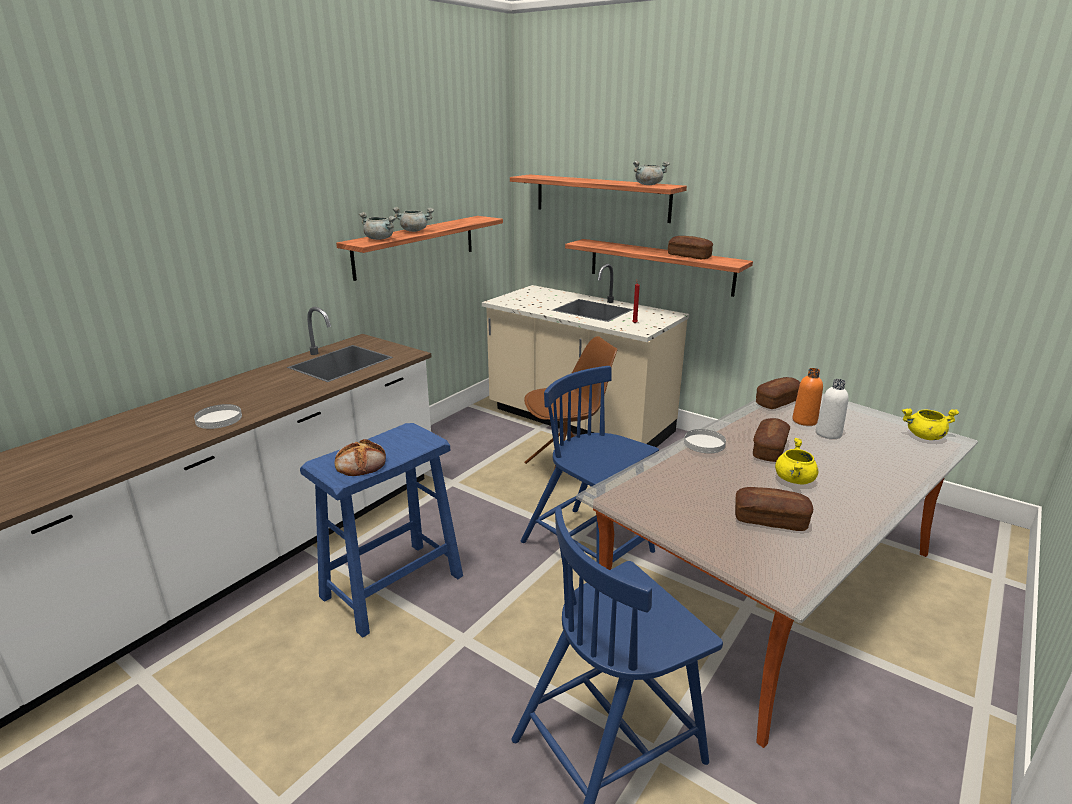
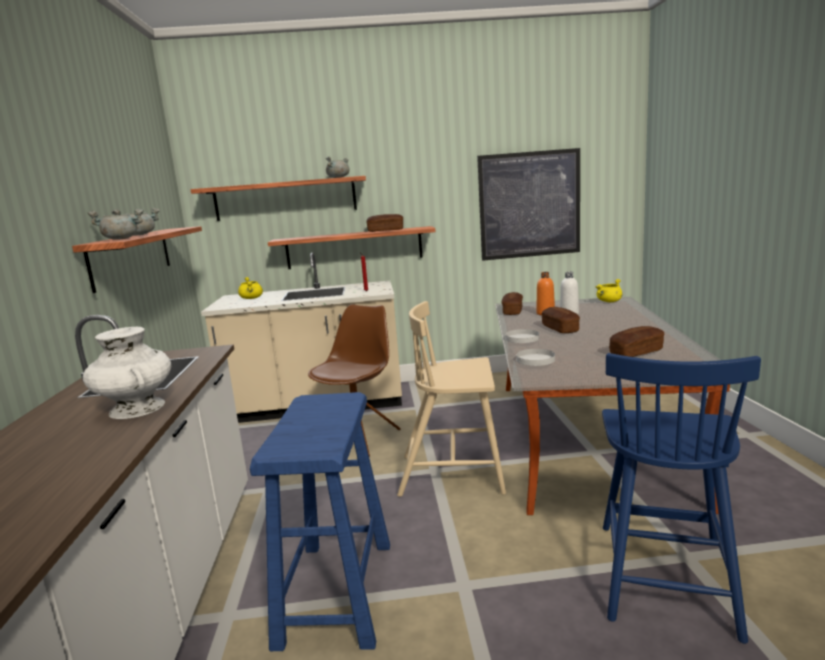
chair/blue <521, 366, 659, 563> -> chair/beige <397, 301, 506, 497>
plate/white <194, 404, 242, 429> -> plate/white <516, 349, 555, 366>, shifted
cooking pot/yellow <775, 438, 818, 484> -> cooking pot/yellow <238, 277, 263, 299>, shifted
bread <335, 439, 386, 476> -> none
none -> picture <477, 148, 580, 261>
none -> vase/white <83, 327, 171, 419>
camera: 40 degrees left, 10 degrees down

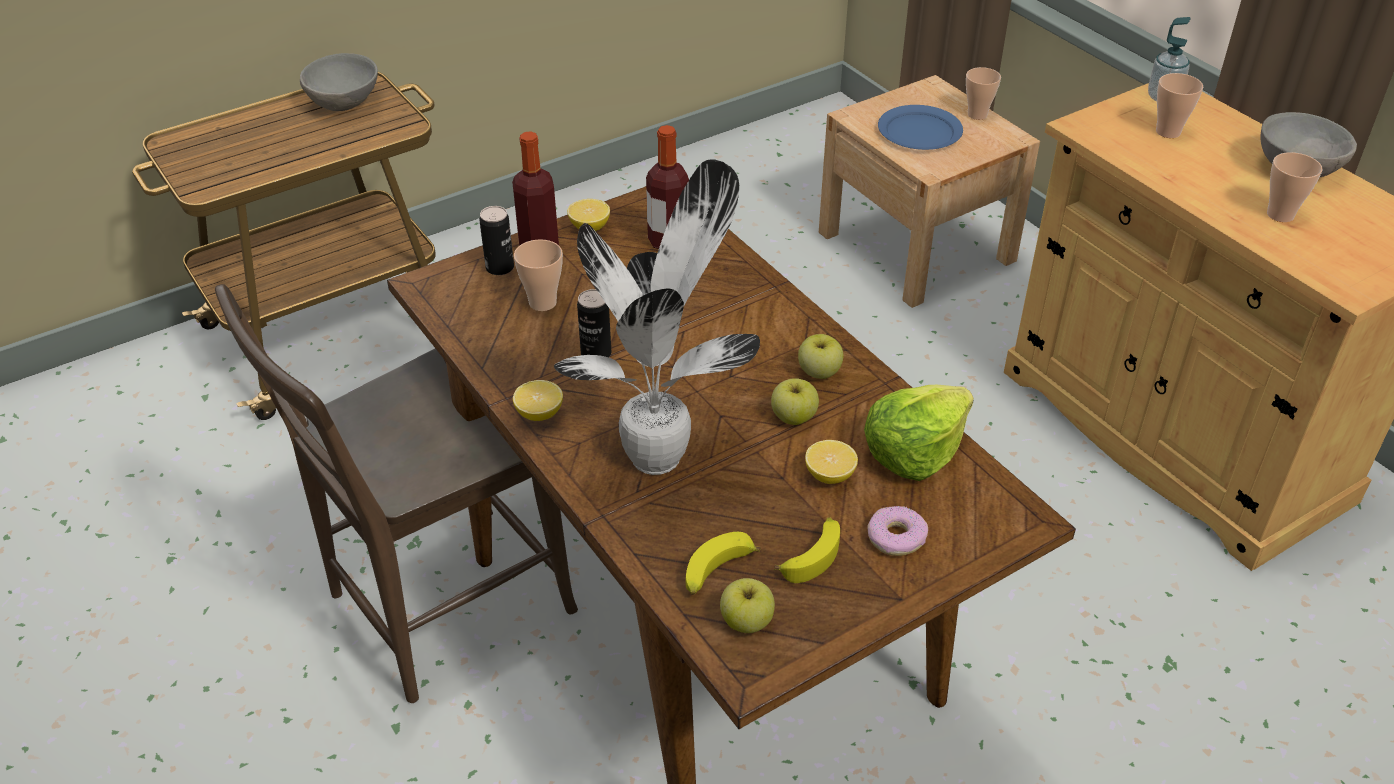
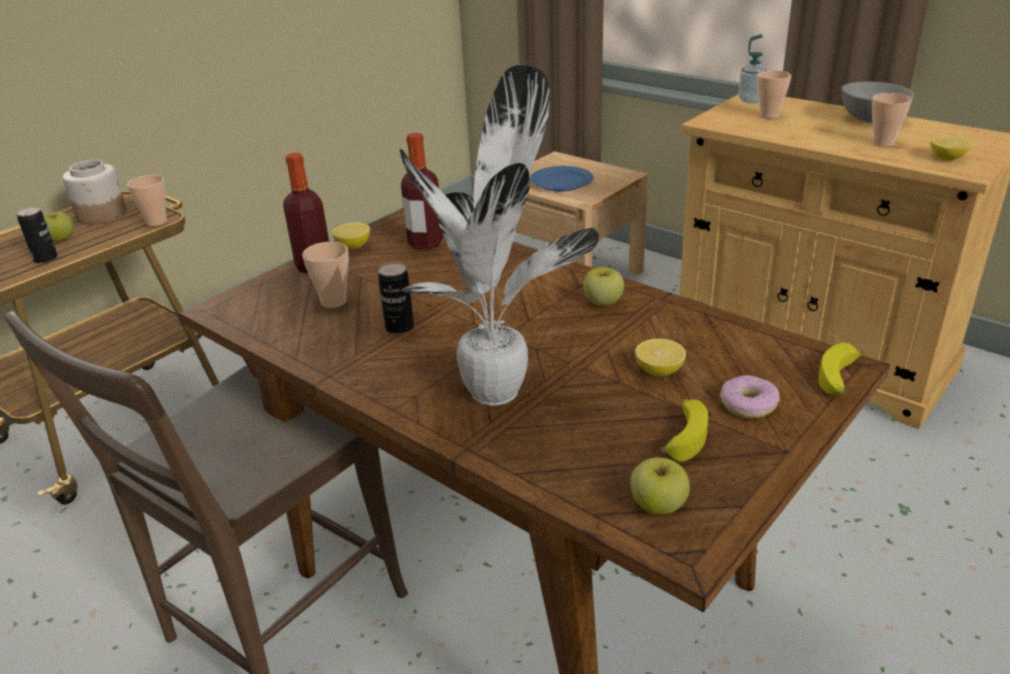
bowl/grey <300, 53, 378, 111> -> jar <63, 160, 127, 224>
cup <966, 67, 1001, 120> -> cup <127, 175, 167, 226>, shifted
can <479, 206, 514, 275> -> can <17, 207, 58, 263>, shifted
apple <771, 378, 819, 425> -> apple <44, 212, 74, 242>, shifted
lemon <513, 380, 563, 421> -> lemon <931, 136, 971, 160>, shifted
lettuce <864, 385, 974, 481> -> none
banana <686, 532, 761, 595> -> banana <818, 343, 864, 396>, shifted
camera: 15 degrees left, 10 degrees down

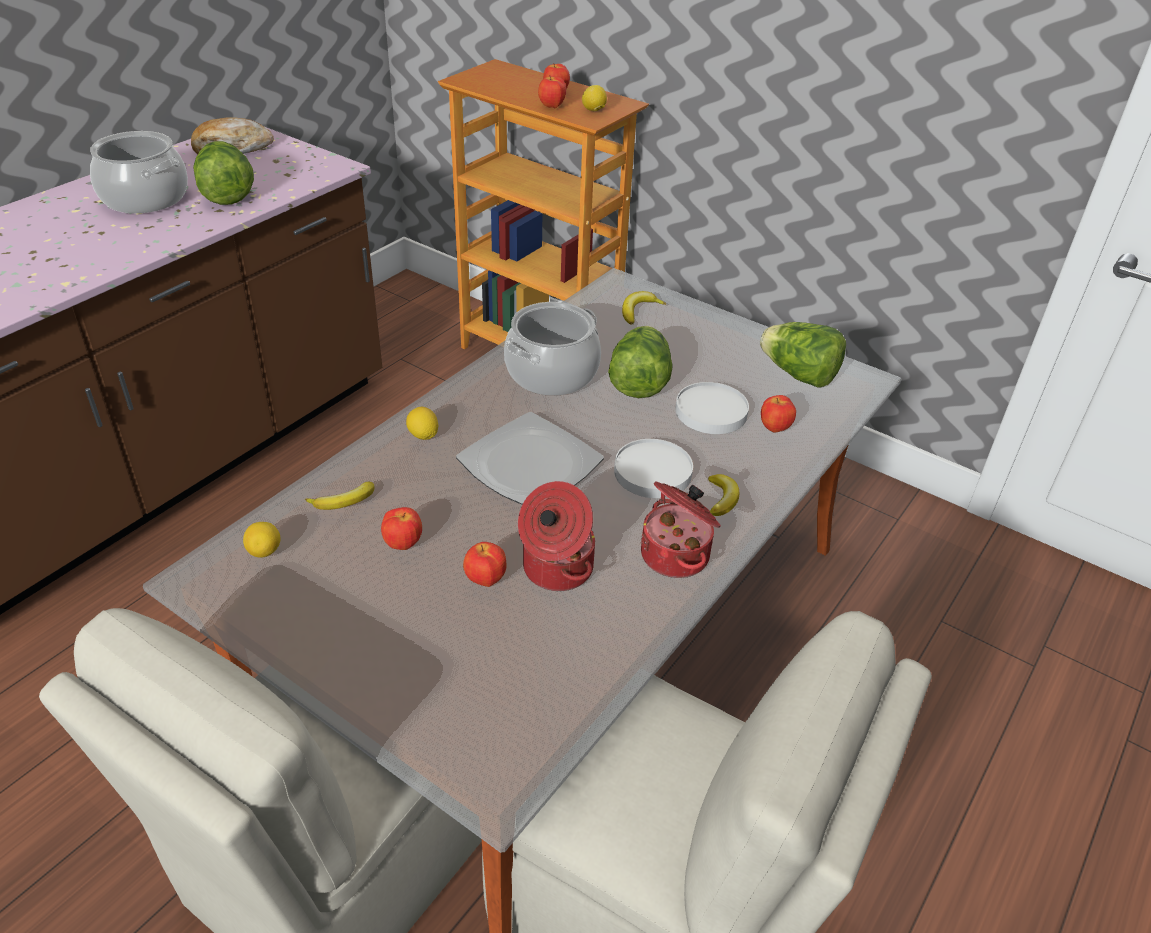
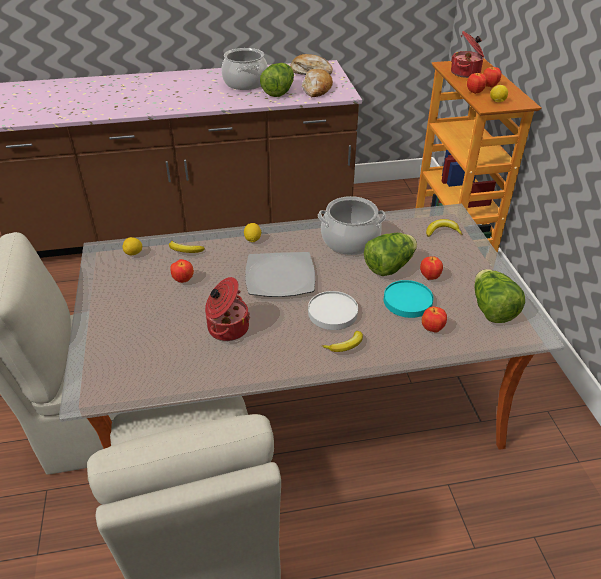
plate/white <675, 382, 749, 434> -> plate/turquoise <384, 280, 434, 318>
cooking pot <641, 481, 721, 578> -> cooking pot <451, 31, 484, 78>, shifted
apple <463, 542, 506, 587> -> apple <420, 256, 443, 280>, shifted
none -> bread <302, 69, 333, 97>
camera: 45 degrees right, 0 degrees up

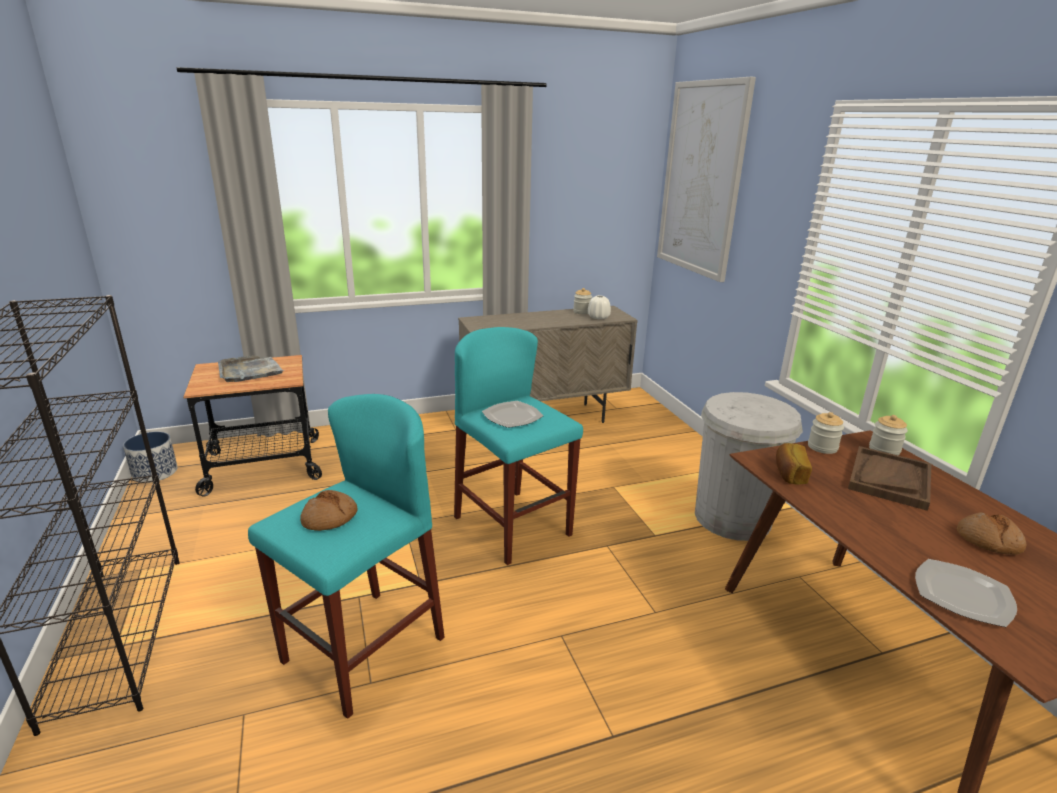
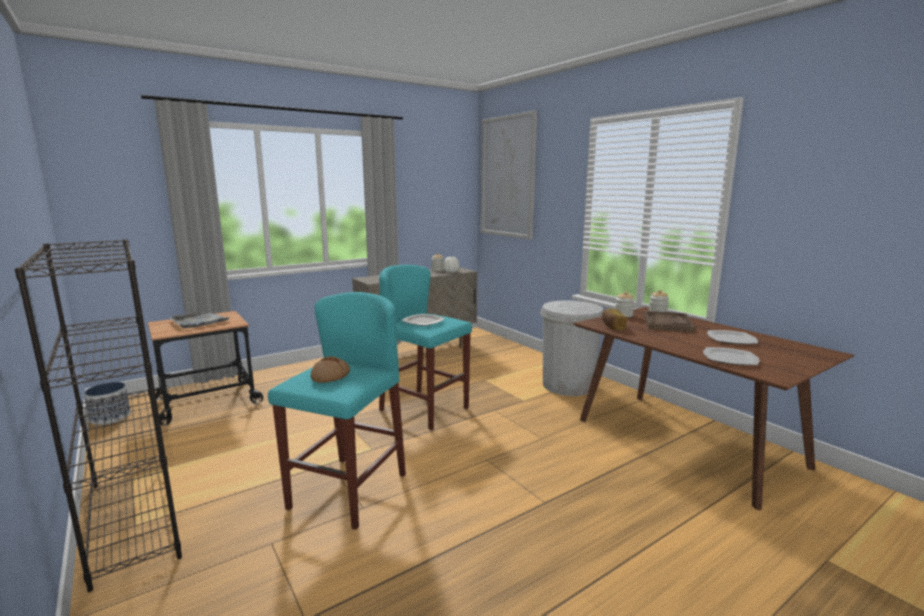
bread <957, 512, 1027, 555> -> plate <707, 330, 758, 344>
camera: 15 degrees left, 10 degrees down

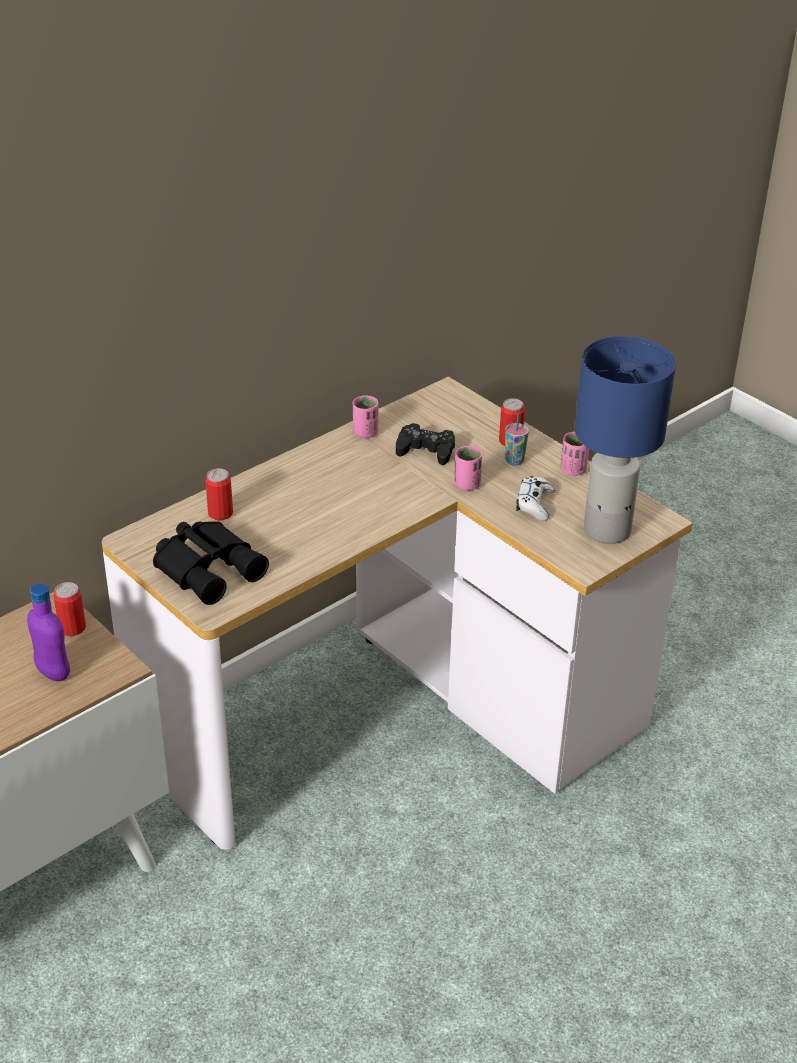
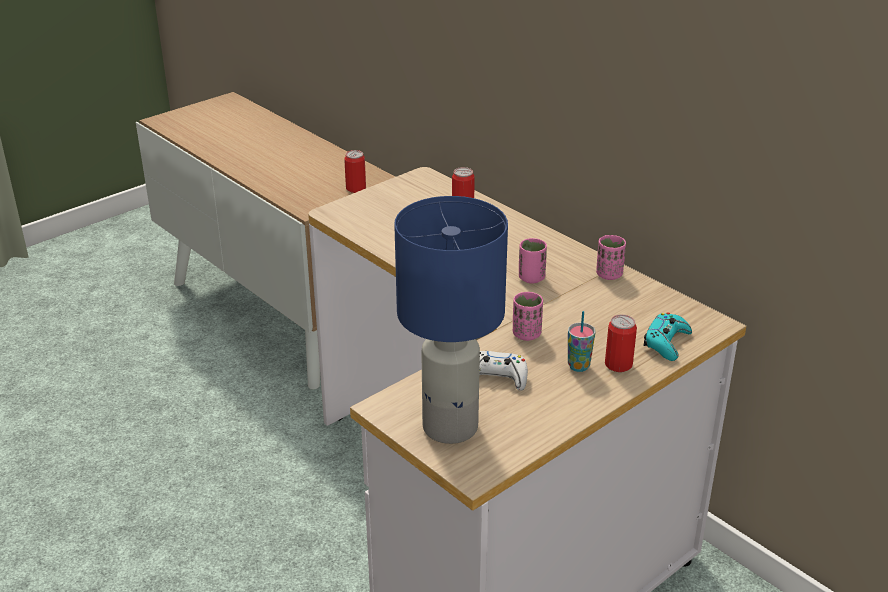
game controller/black <396, 423, 455, 465> -> none
cup/pink <560, 431, 589, 476> -> cup/pink <519, 238, 547, 284>, shifted
binoculars/black <153, 521, 269, 605> -> none
bottle/purple <27, 584, 70, 681> -> none
none -> game controller/turquoise <643, 312, 692, 361>
camera: 90 degrees right, 5 degrees down

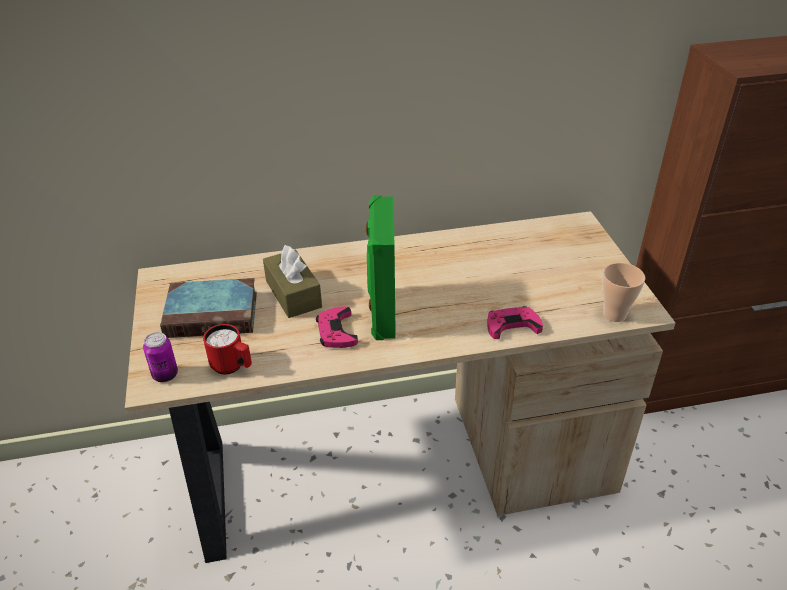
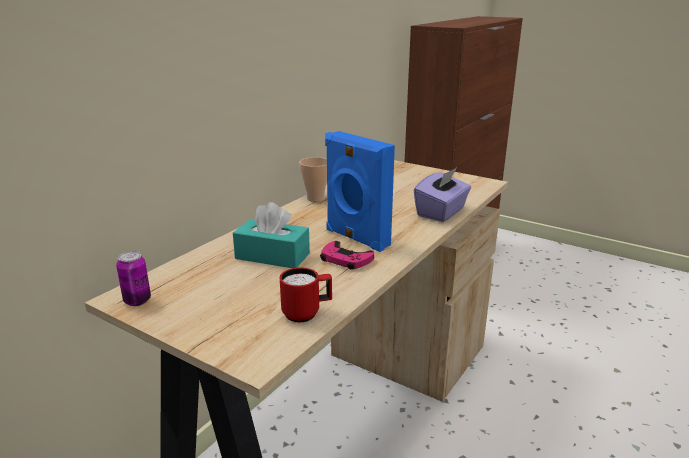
speaker/green <366, 195, 396, 340> -> speaker/blue <325, 131, 395, 252>
tissue box/brown <263, 245, 322, 318> -> tissue box/turquoise <233, 202, 310, 268>
cup <602, 263, 645, 322> -> cup <299, 157, 327, 202>, shifted
book <160, 278, 257, 338> -> none
game controller/pink <487, 306, 543, 339> -> tissue box/purple <414, 168, 471, 222>
can <143, 332, 178, 382> -> can <116, 251, 151, 306>, shifted
camera: 45 degrees left, 15 degrees down

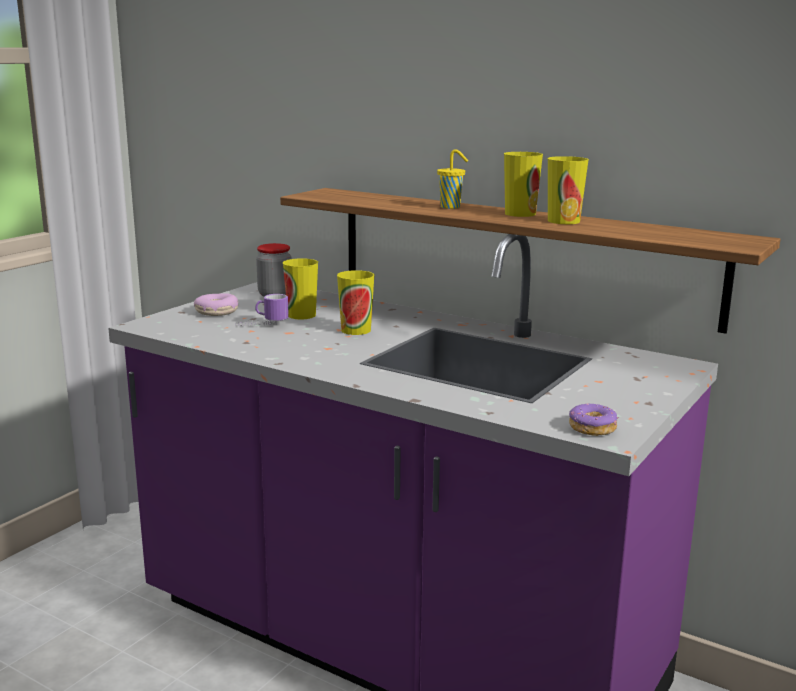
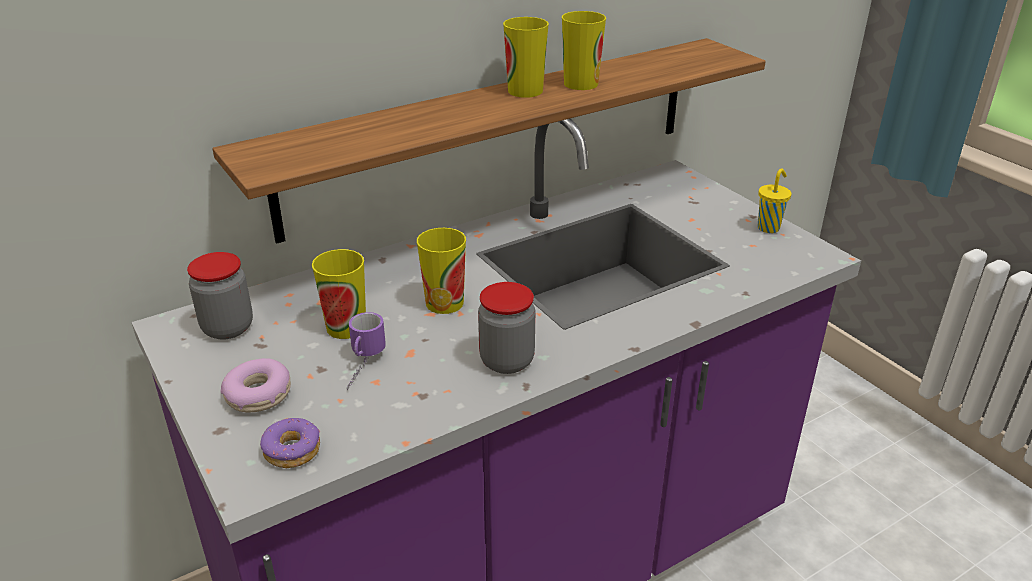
cup/yellow <437, 149, 468, 209> -> cup/yellow <758, 168, 791, 233>, shifted
donut <569, 403, 619, 436> -> donut <260, 418, 320, 468>, shifted
none -> jar <478, 282, 535, 374>
camera: 65 degrees left, 15 degrees up

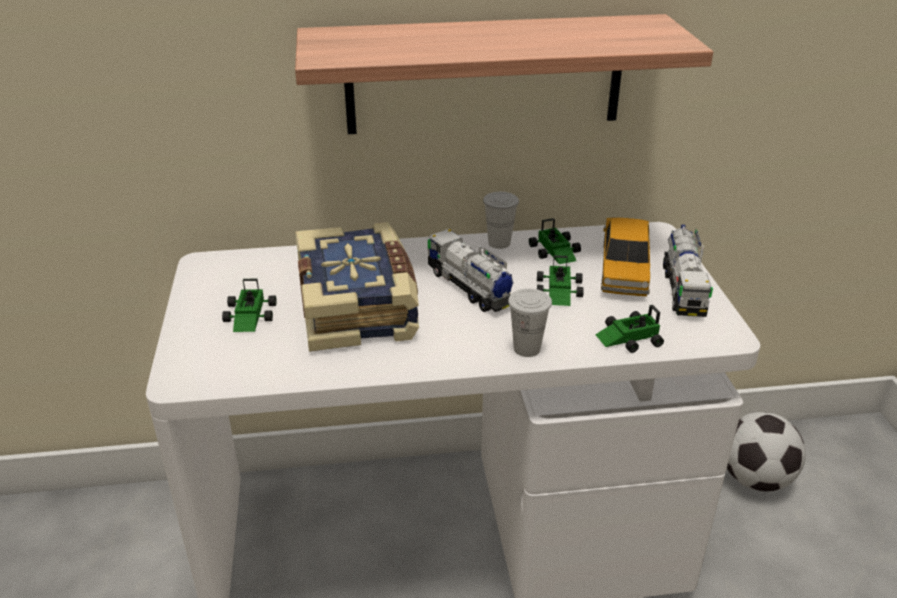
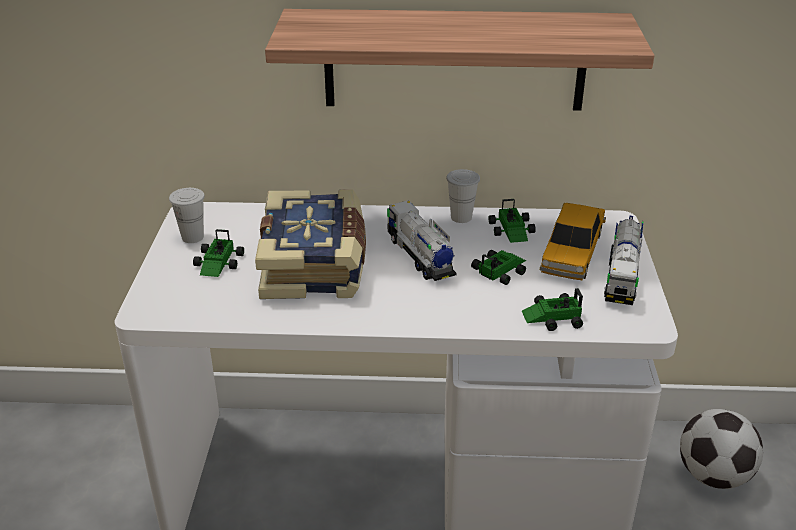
toy car <537, 255, 584, 306> -> toy car <471, 250, 526, 285>, 150 degrees counterclockwise
cup/white <508, 288, 552, 357> -> cup/white <169, 188, 205, 243>, shifted
camera: 10 degrees right, 0 degrees up

